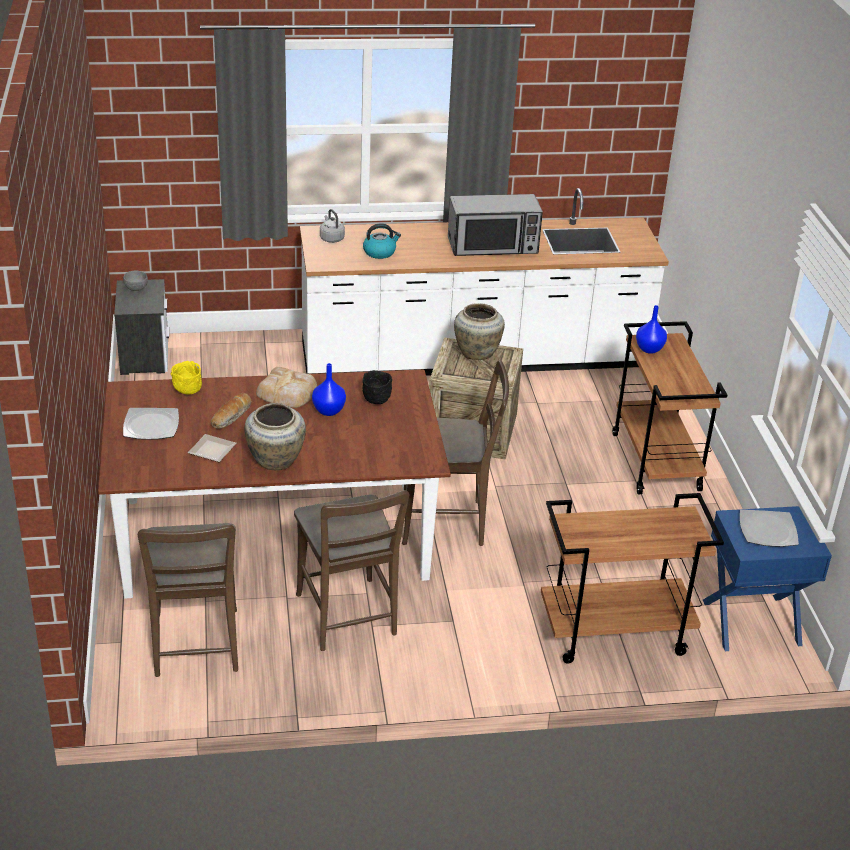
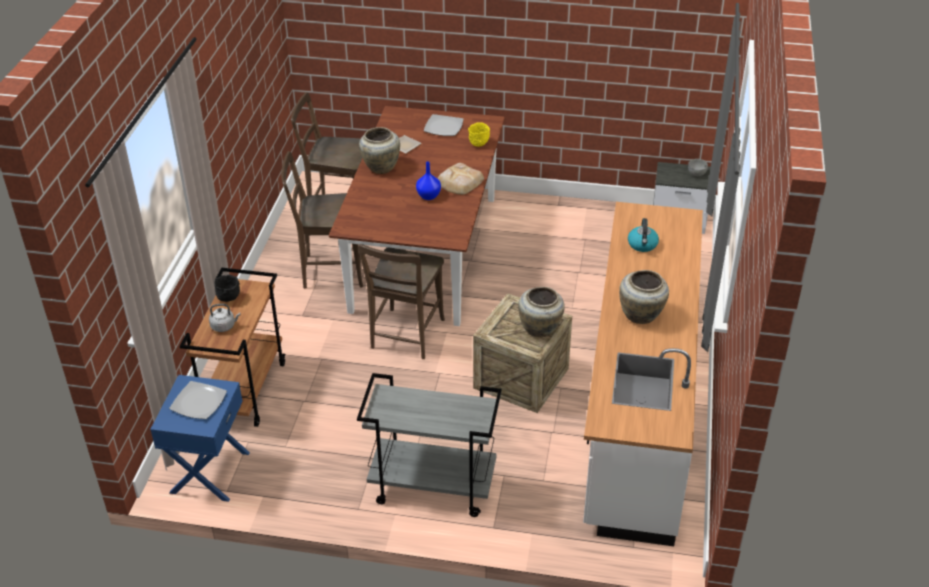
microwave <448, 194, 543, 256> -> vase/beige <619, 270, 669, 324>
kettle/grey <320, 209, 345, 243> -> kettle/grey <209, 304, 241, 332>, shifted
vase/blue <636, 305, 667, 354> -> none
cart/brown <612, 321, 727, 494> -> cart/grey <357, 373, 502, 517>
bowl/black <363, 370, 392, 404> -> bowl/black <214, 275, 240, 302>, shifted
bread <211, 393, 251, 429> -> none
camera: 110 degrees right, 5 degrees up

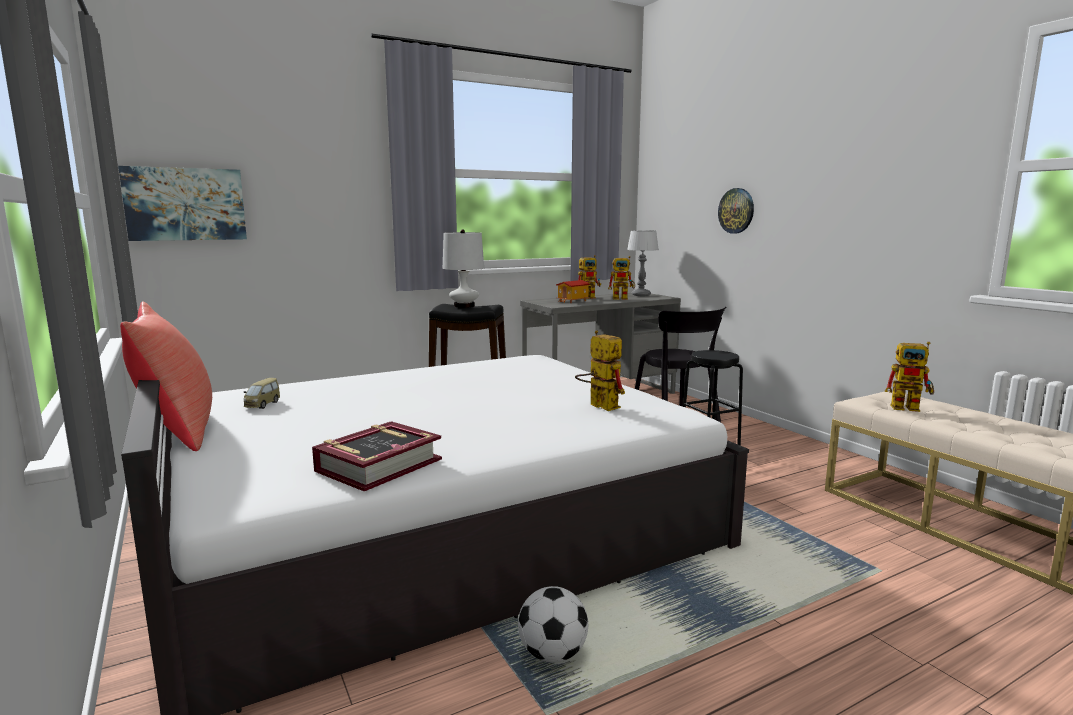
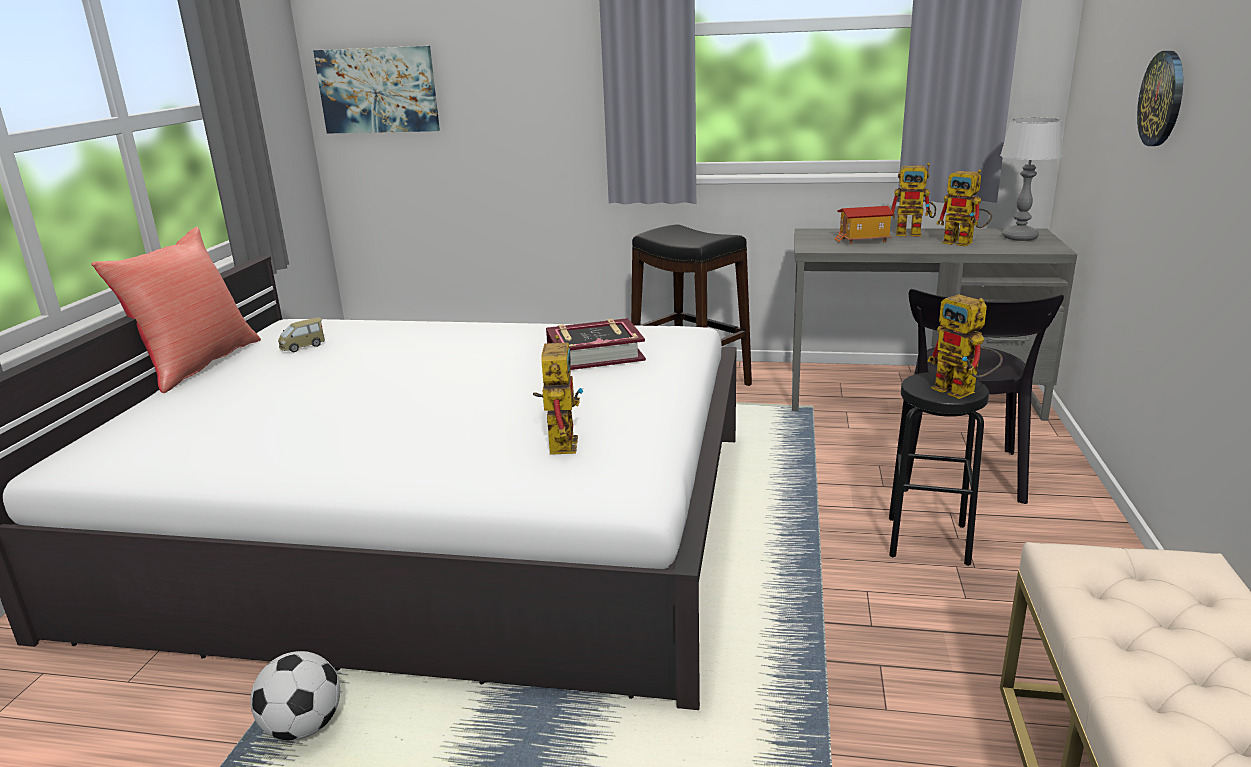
table lamp/white <443, 229, 484, 308> -> none
toy robot <885, 342, 934, 412> -> toy robot <927, 294, 1003, 399>, shifted
book <312, 421, 442, 491> -> book <546, 318, 646, 370>, shifted
camera: 40 degrees right, 10 degrees up

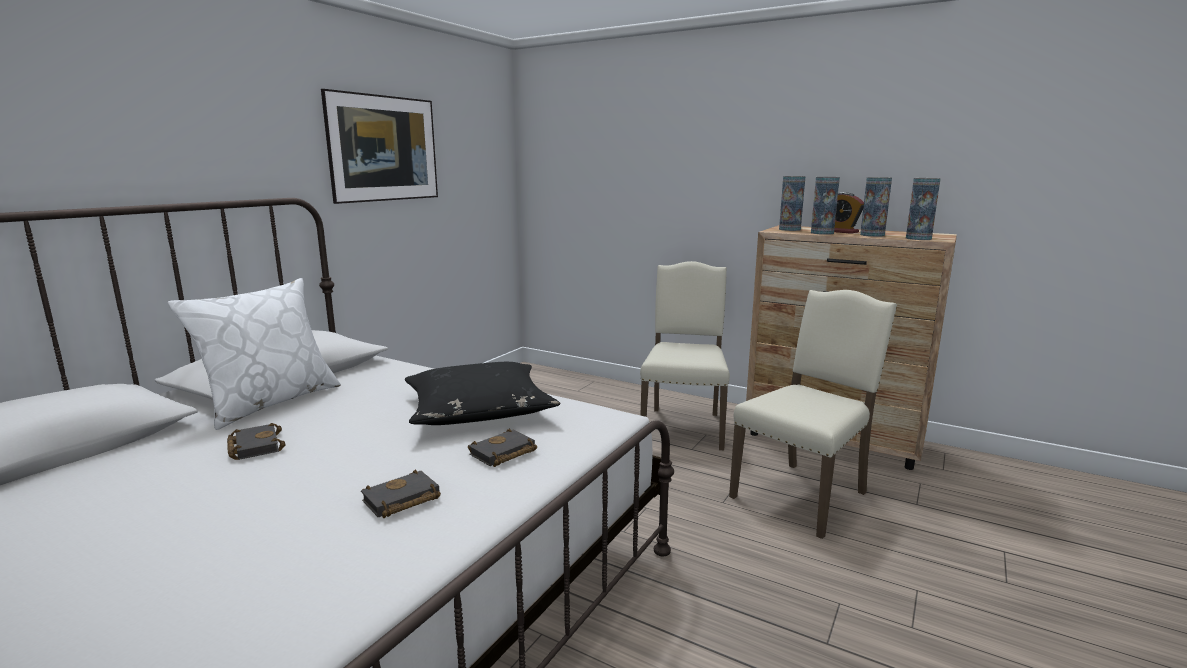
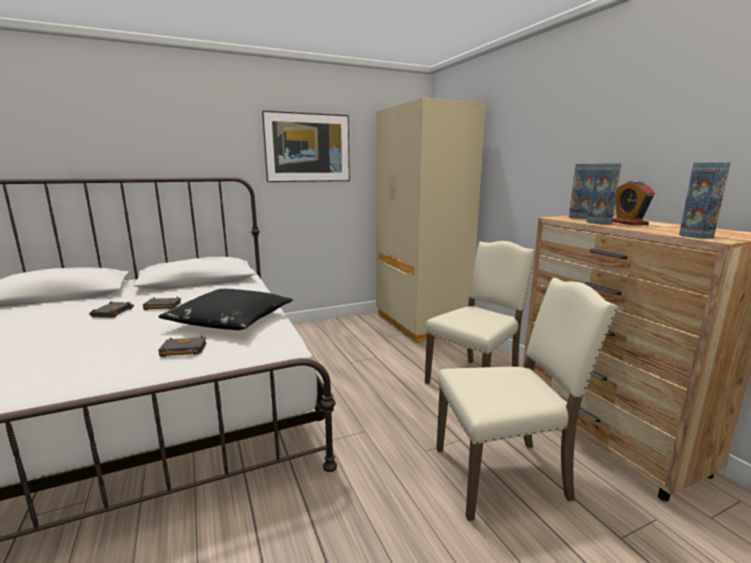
vase <860, 177, 892, 237> -> none
pillow/white <168, 278, 341, 430> -> none
book/black <361, 470, 441, 518> -> book/black <143, 297, 181, 310>, shifted
none -> wardrobe/beige <376, 98, 486, 343>
camera: 35 degrees right, 0 degrees up

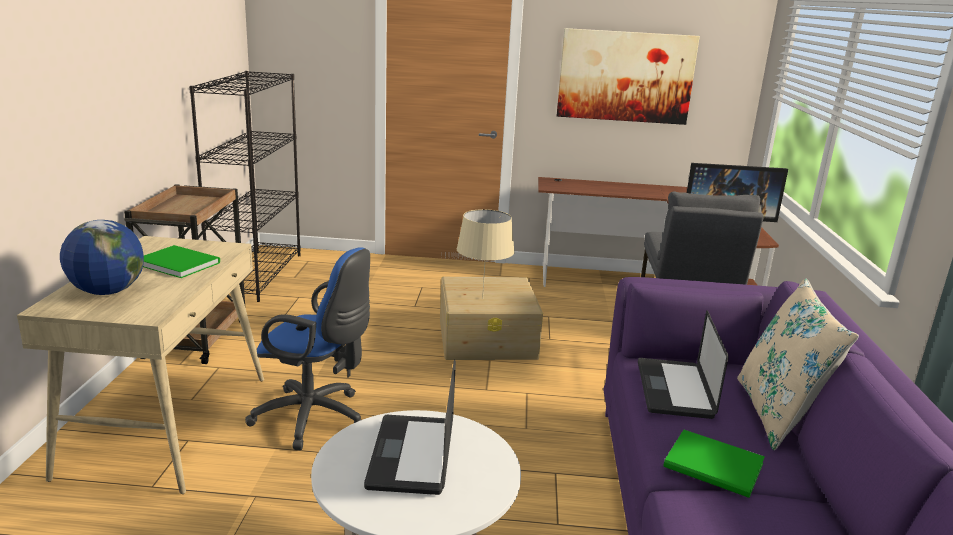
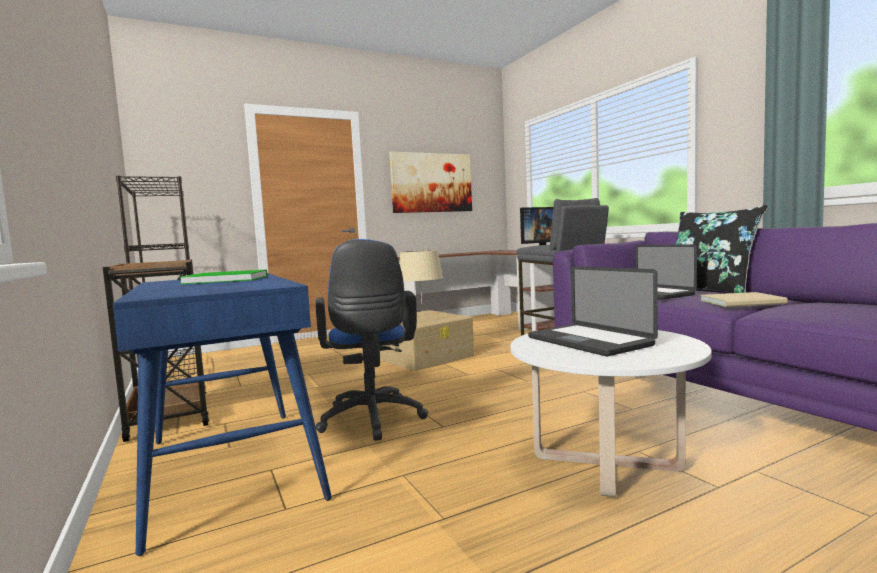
globe <60, 220, 144, 295> -> none
desk/beige <17, 236, 264, 494> -> desk/blue <112, 273, 332, 556>
office chair/blue <245, 247, 370, 450> -> office chair/blue <315, 239, 428, 441>, 90 degrees clockwise
pillow/beige <737, 278, 859, 451> -> pillow/black <676, 205, 768, 293>
book/green <663, 430, 765, 498> -> book/beige <700, 292, 788, 307>
camera: 30 degrees left, 15 degrees down

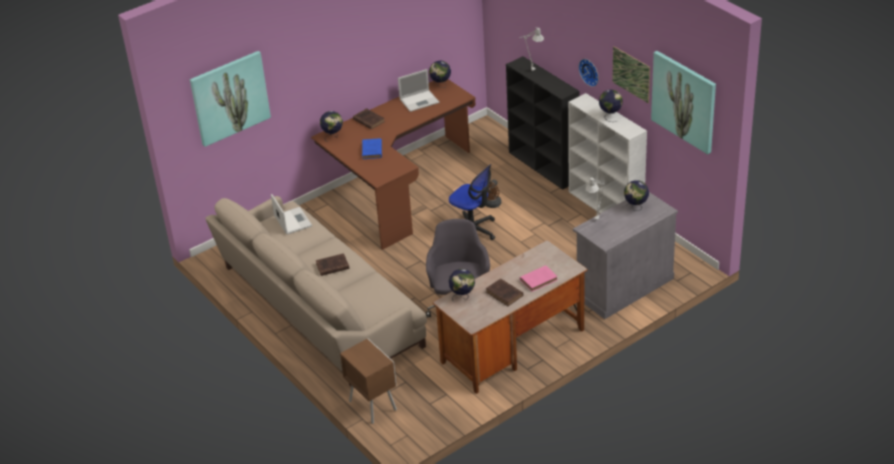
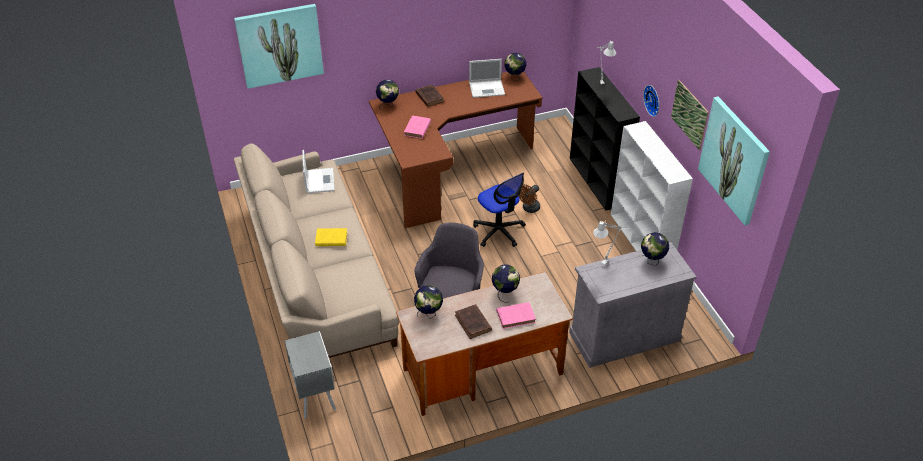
globe <599, 89, 623, 122> -> globe <492, 265, 520, 302>, shifted
book/blue <362, 138, 382, 159> -> book/pink <404, 116, 431, 139>
book/brown <316, 253, 349, 276> -> book/yellow <315, 228, 347, 246>
nightstand/brown <340, 339, 397, 424> -> nightstand/grey <284, 331, 336, 419>
camera: 15 degrees right, 5 degrees up

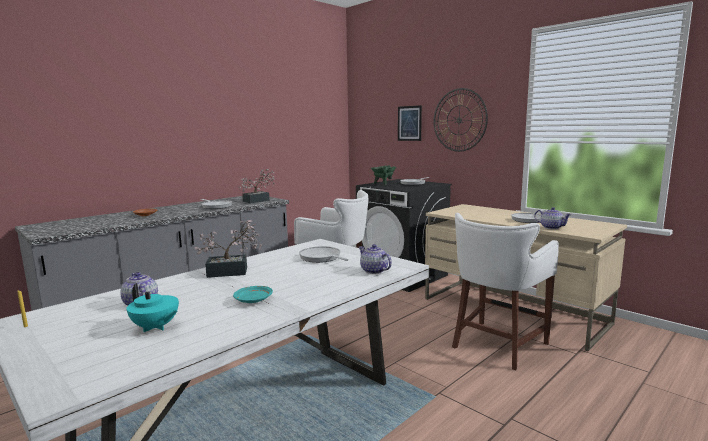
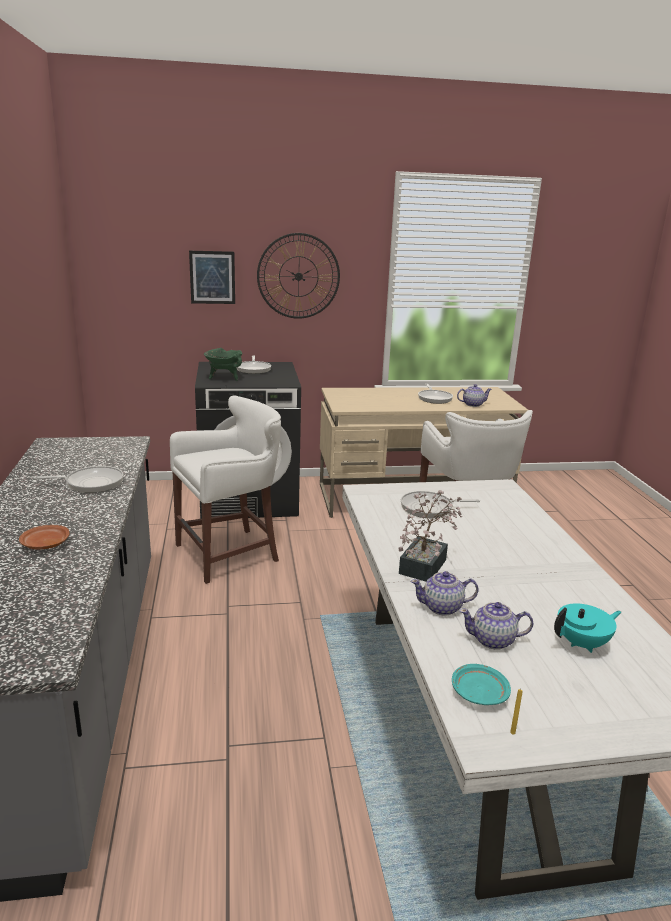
potted plant <239, 169, 275, 203> -> none
teapot <359, 244, 392, 274> -> teapot <410, 571, 479, 616>, shifted
plate/turquoise <233, 286, 273, 303> -> plate/turquoise <452, 664, 511, 705>, shifted
camera: 55 degrees left, 10 degrees up

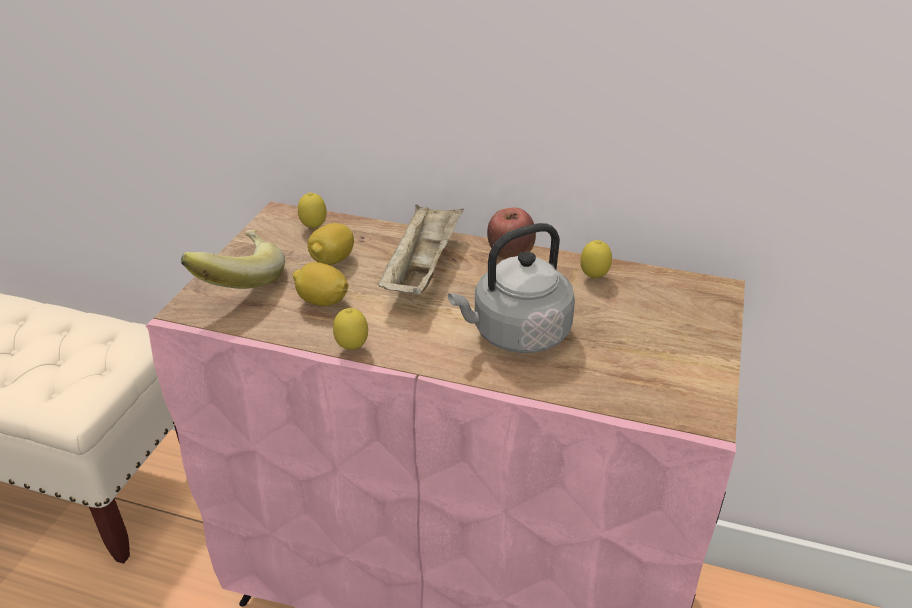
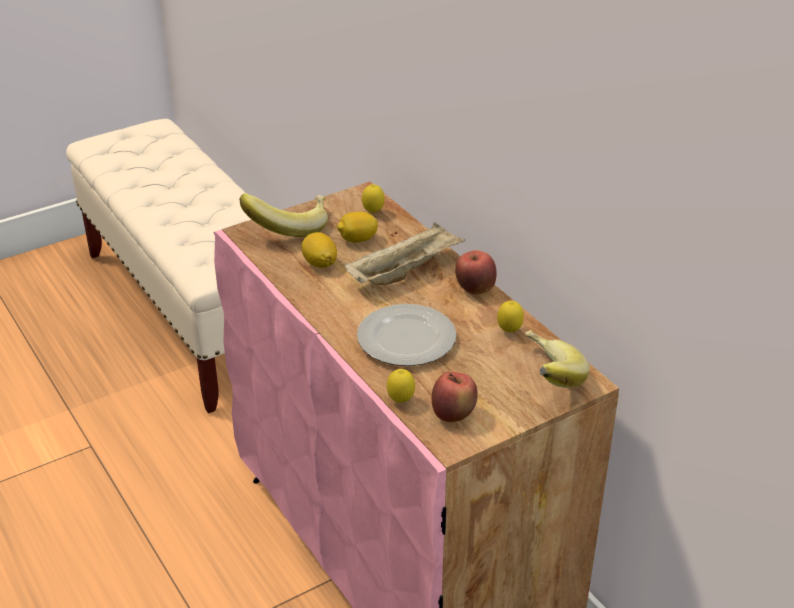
kettle/grey <448, 223, 575, 353> -> plate <357, 304, 456, 366>
lemon <333, 308, 368, 350> -> lemon <387, 369, 415, 403>, shifted
none -> banana <525, 330, 590, 388>
none -> apple <432, 372, 478, 422>
camera: 40 degrees right, 0 degrees up

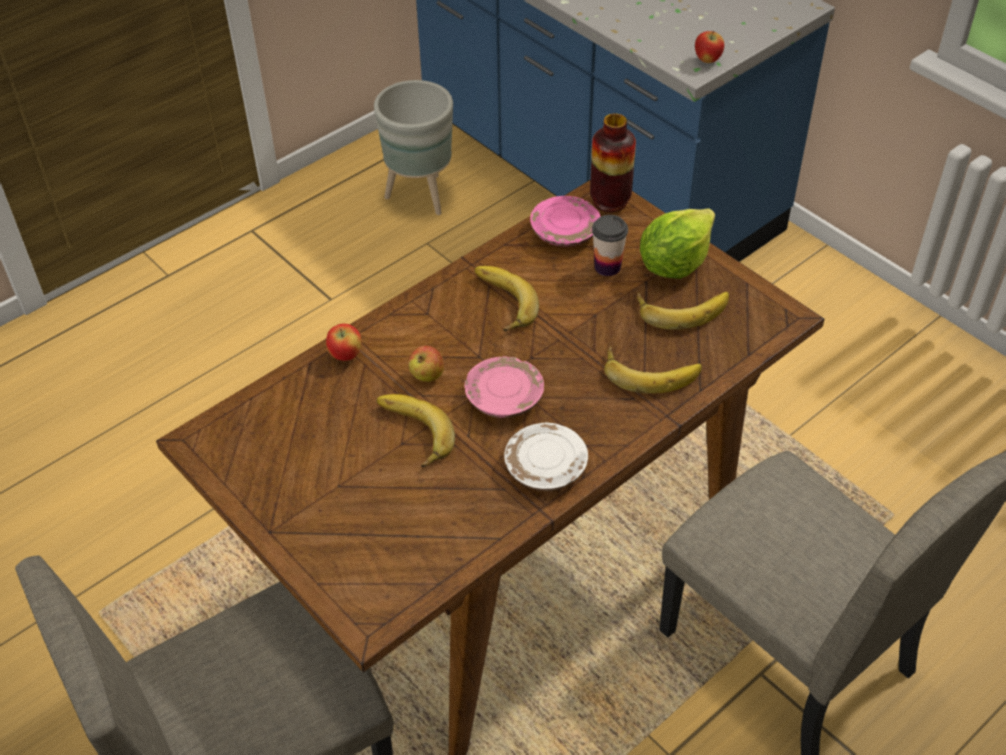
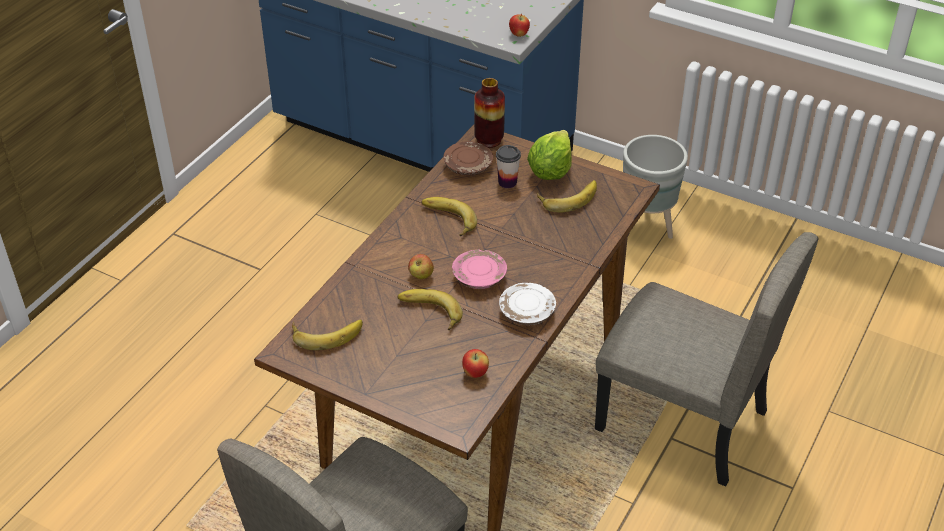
planter/grey <374, 80, 453, 215> -> planter/grey <623, 135, 688, 239>, shifted
plate/pink <530, 196, 601, 247> -> plate/brown <443, 141, 493, 175>
apple <326, 324, 361, 361> -> apple <462, 349, 489, 378>, shifted
banana <604, 346, 702, 394> -> banana <292, 320, 363, 350>, shifted
camera: 20 degrees left, 5 degrees down

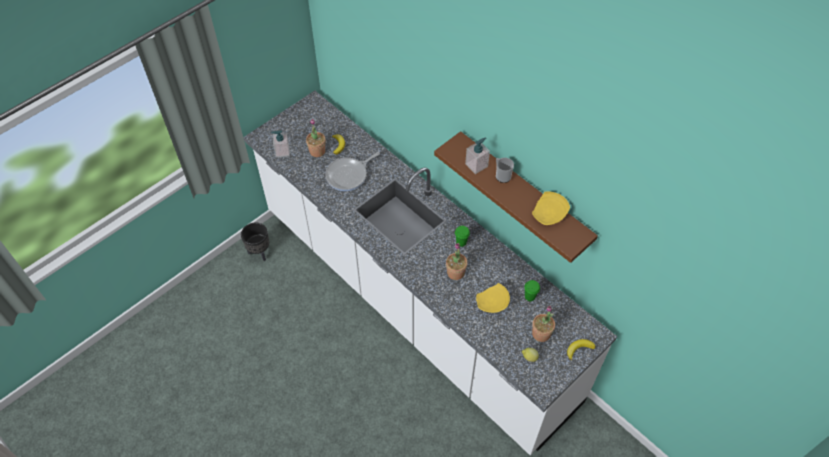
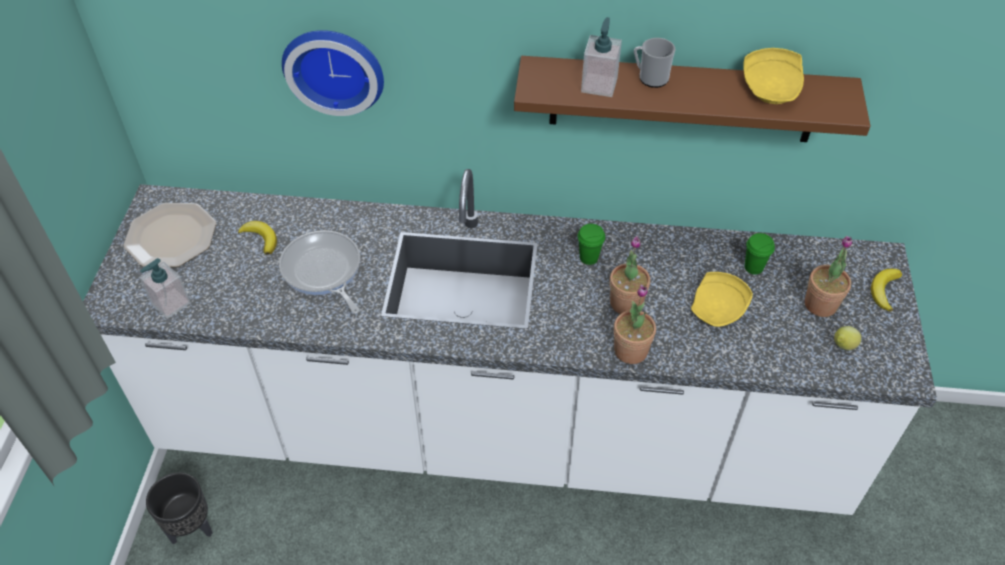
potted plant <306, 119, 325, 157> -> potted plant <614, 285, 656, 364>, shifted
frying pan <325, 152, 380, 191> -> frying pan <279, 230, 360, 314>, 135 degrees clockwise
none -> wall clock <282, 30, 384, 116>
none -> plate <123, 203, 216, 267>
camera: 40 degrees left, 5 degrees down

